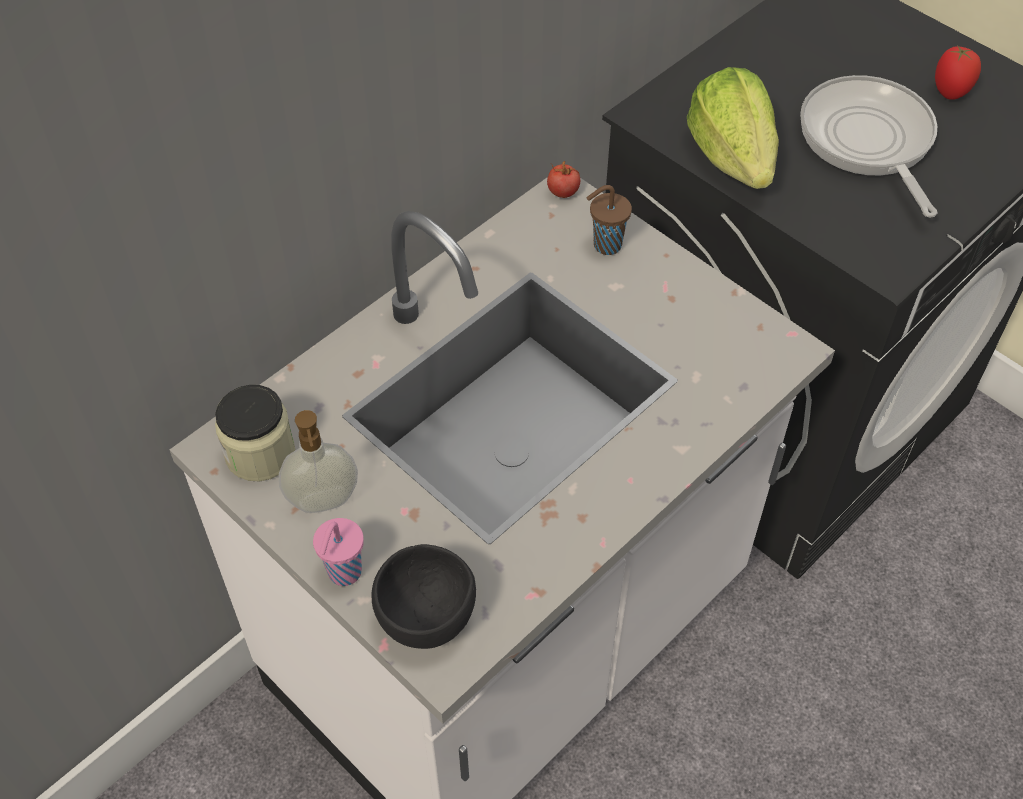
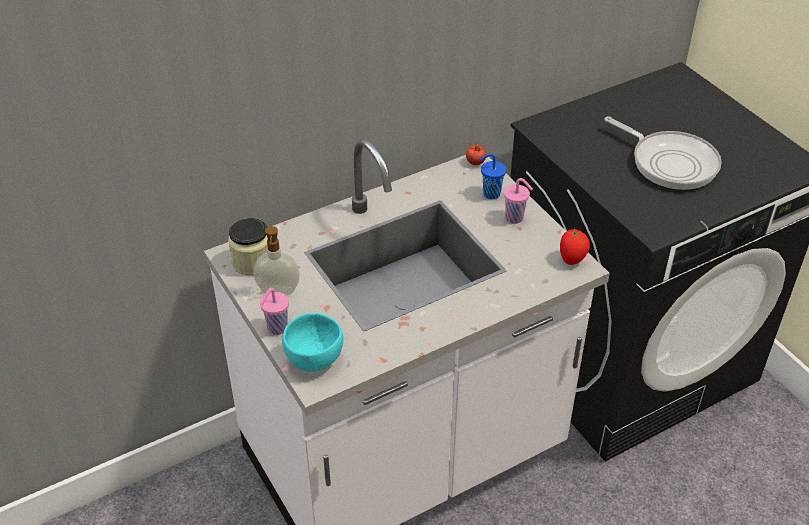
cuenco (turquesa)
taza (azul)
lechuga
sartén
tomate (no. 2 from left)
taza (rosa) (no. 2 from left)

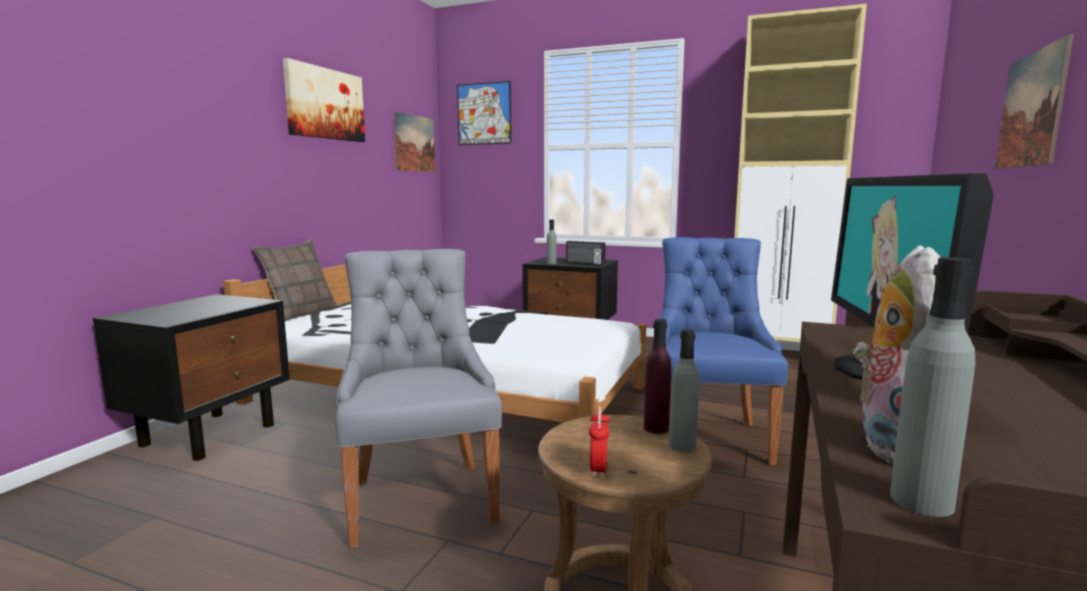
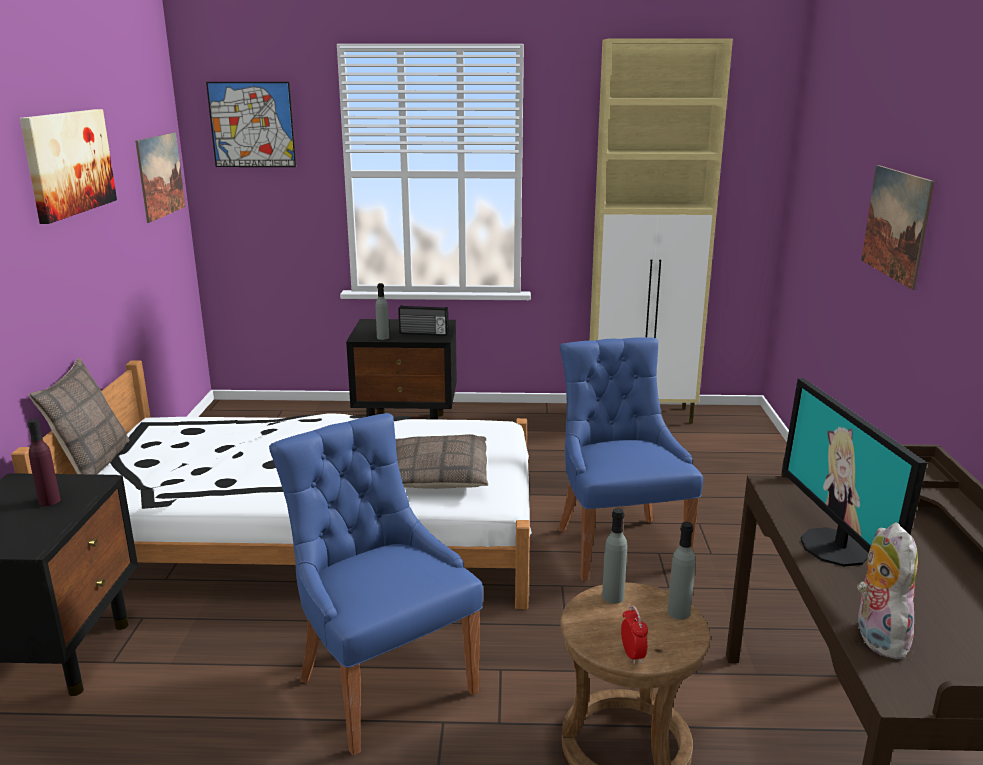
silla (azul) (no. 1 from left)
botella (morado)
botella (gris) (no. 2 from left)
cojín (no. 2 from left)

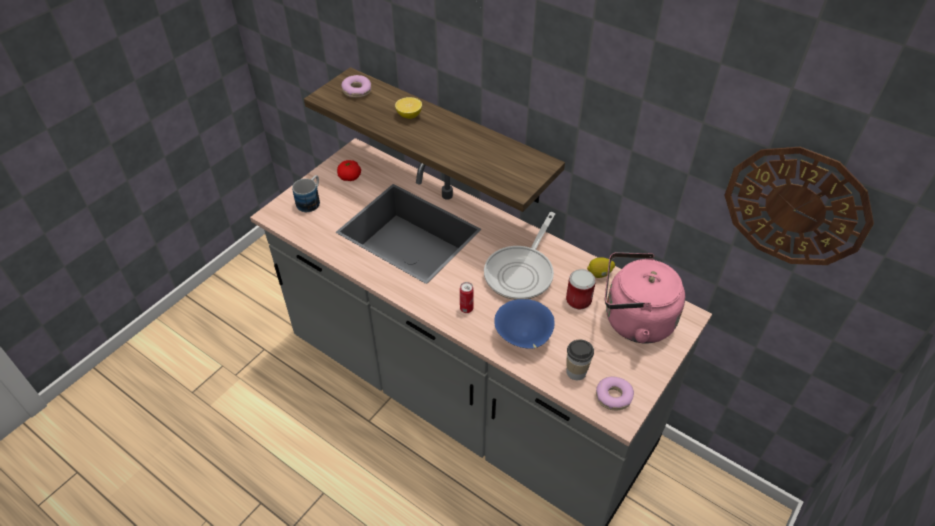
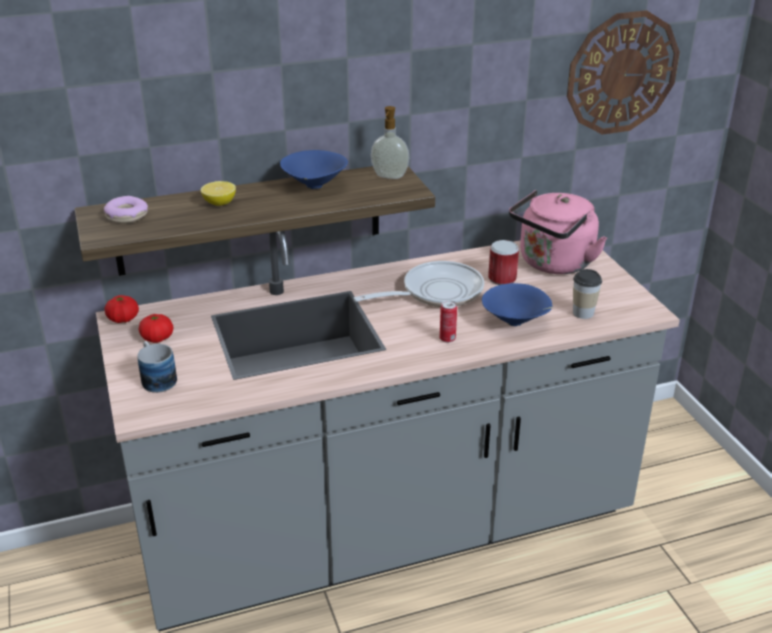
sartén
limón (no. 2 from left in the first image)
rosquilla (no. 2 from left in the first image)
tomate (no. 1 from left)
cuenco (azul) (no. 1 from left)
dispensador de jabón

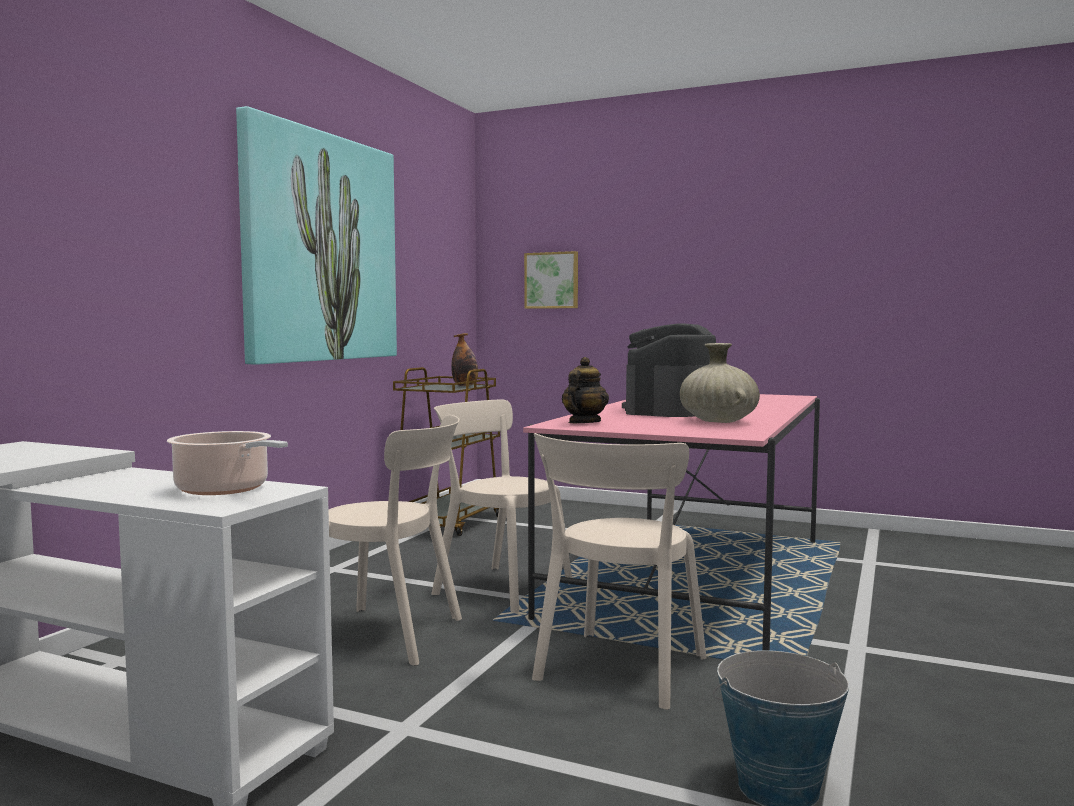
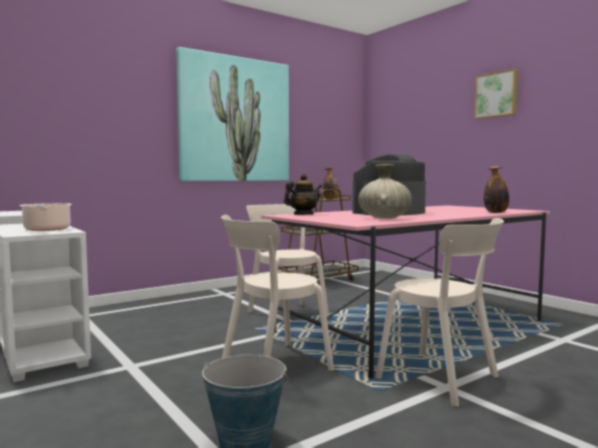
silla (beis) (no. 3 from left)
cuadro (no. 2 from left)
botella (no. 2 from left)

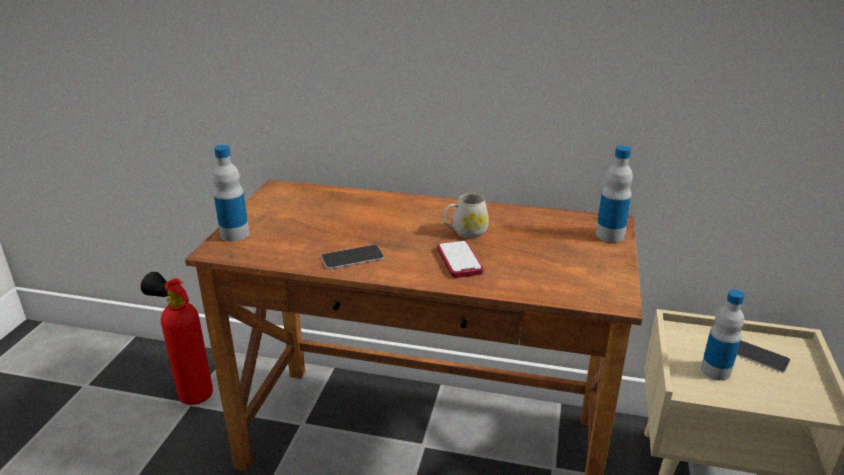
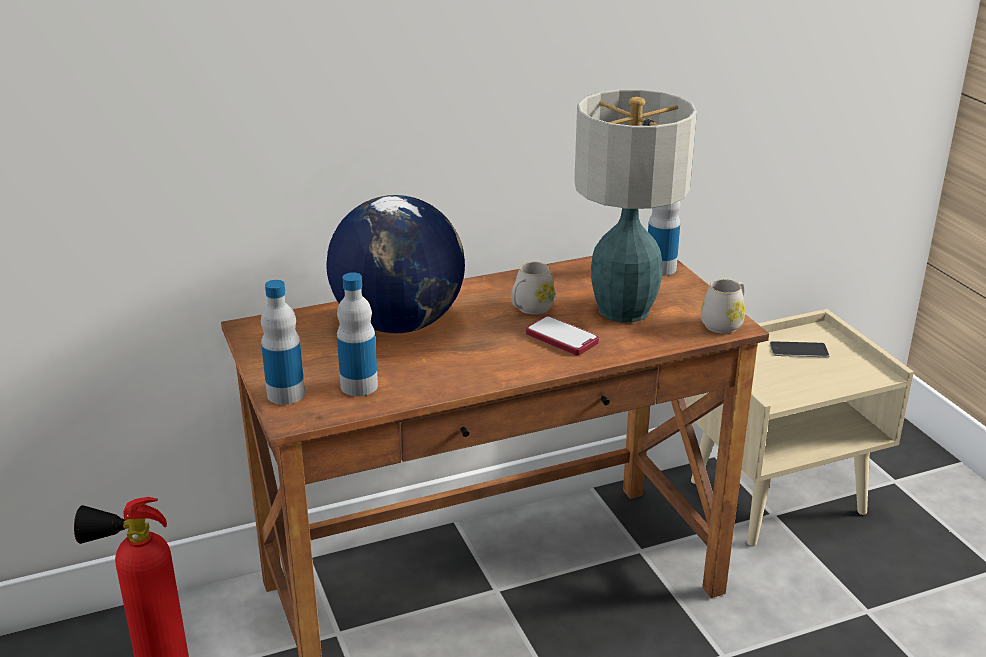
móvil (no. 1 from left in the first image)
botella (no. 2 from left)
globo terráqueo
lámpara de mesa
taza grande (blanco) (no. 2 from left)

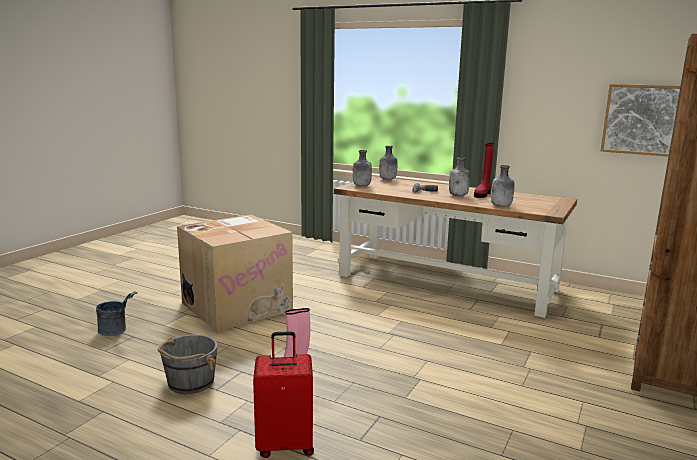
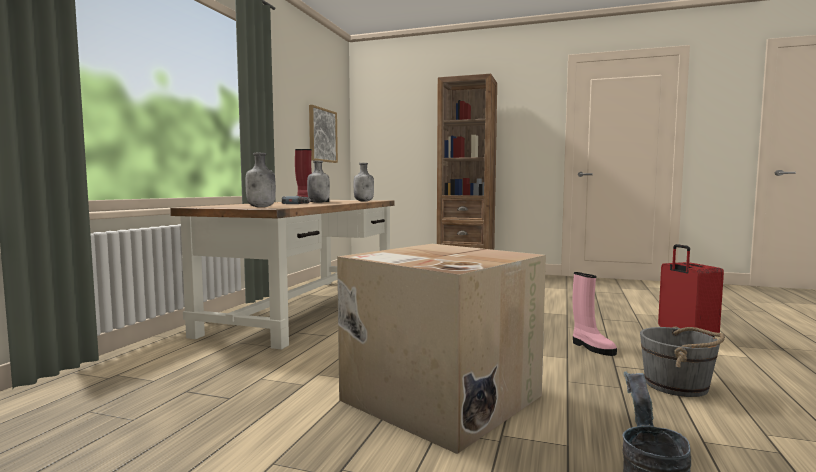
botella (gris) (no. 2 from left in the first image)

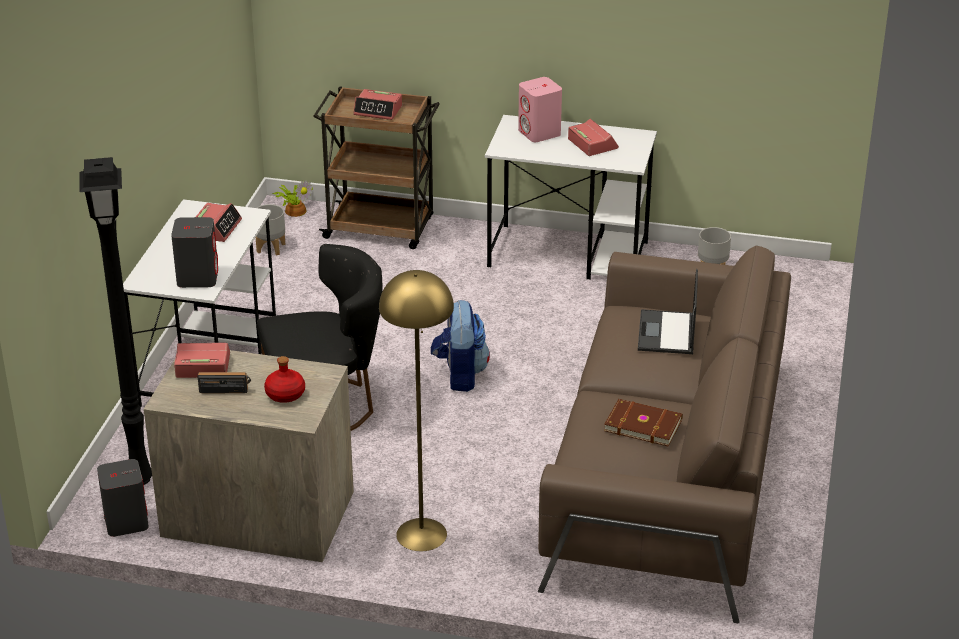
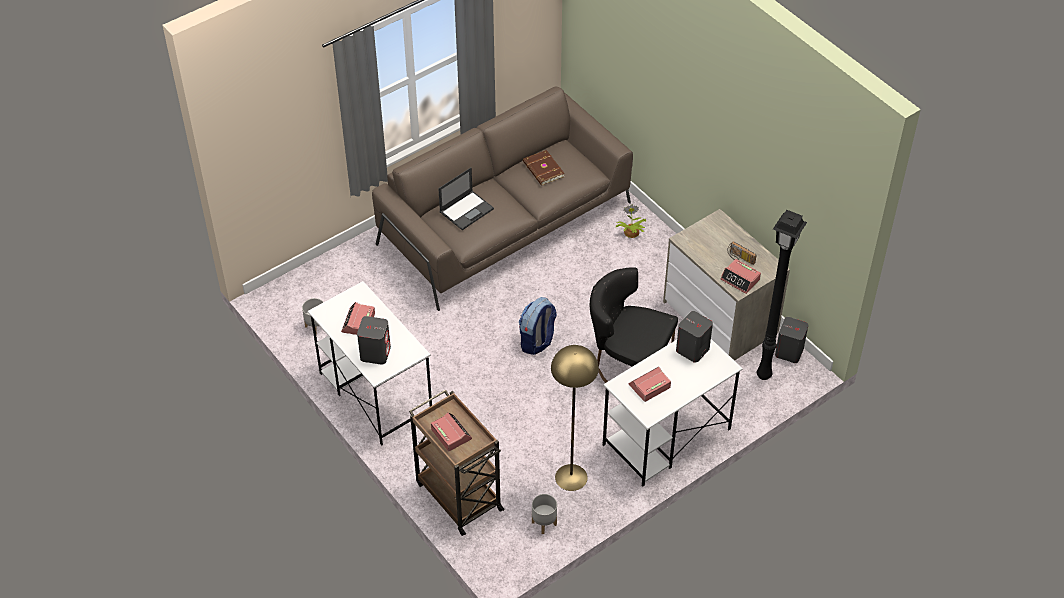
botella (rojo)
planta en maceta
lámpara de pie (amarillo)
altavoz (gris) (no. 1 from left)

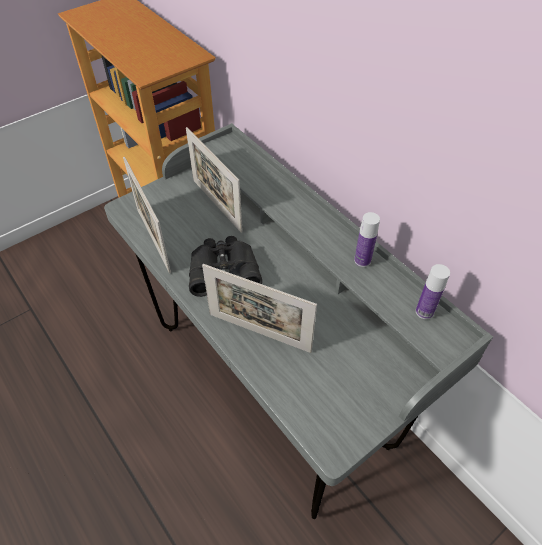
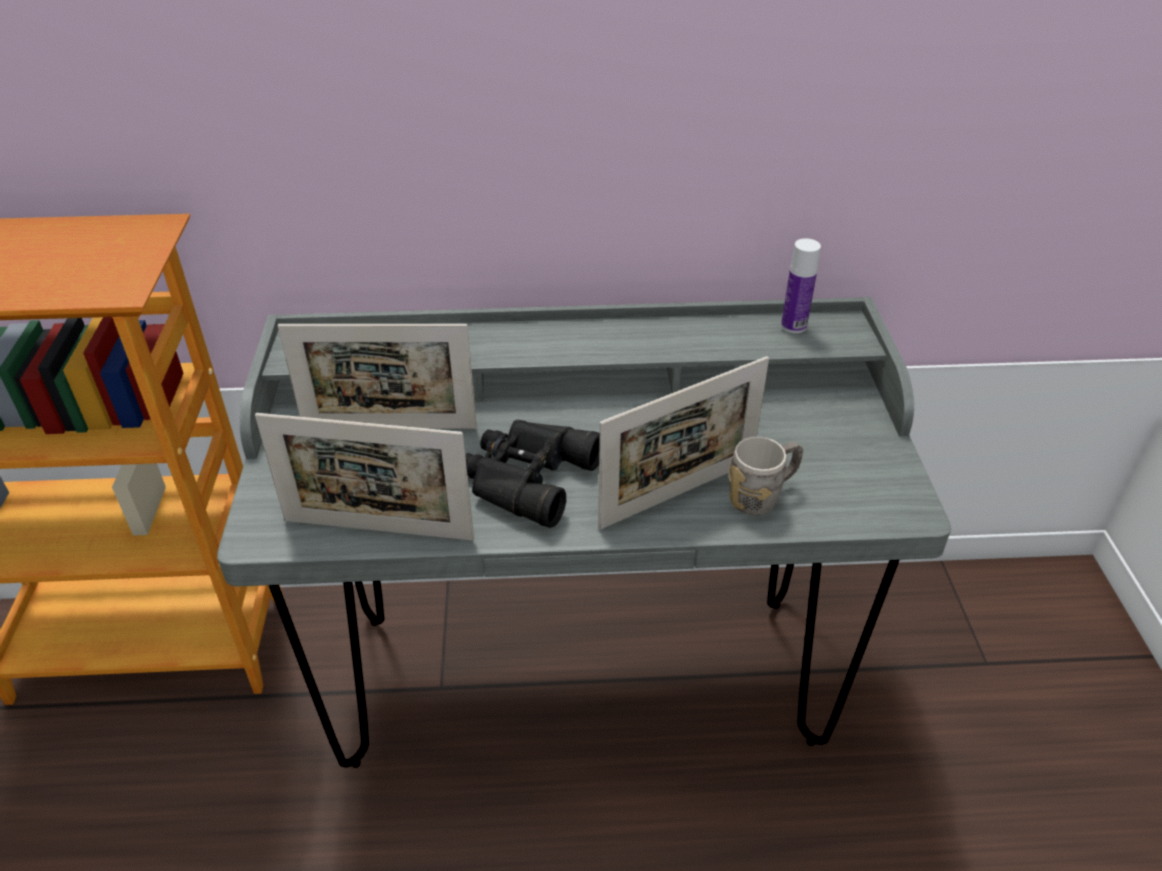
botella (no. 1 from left in the first image)
taza grande (gris)

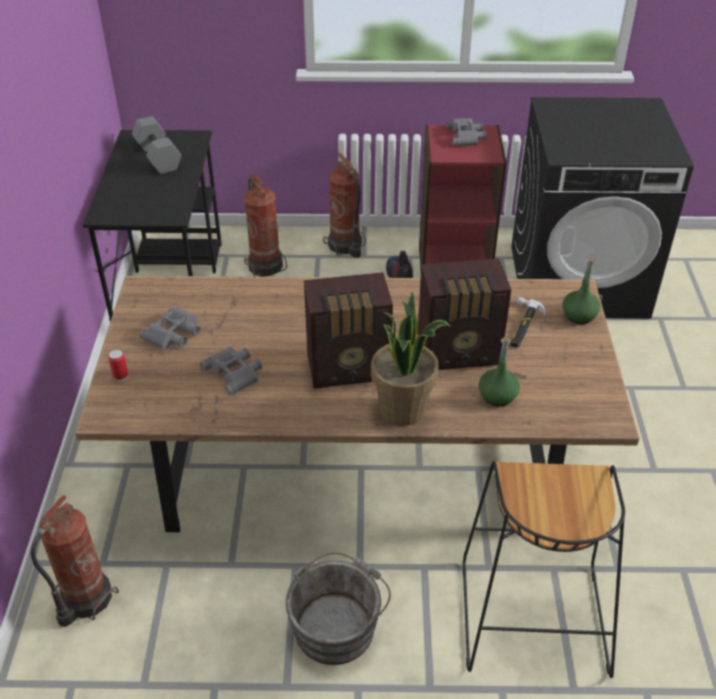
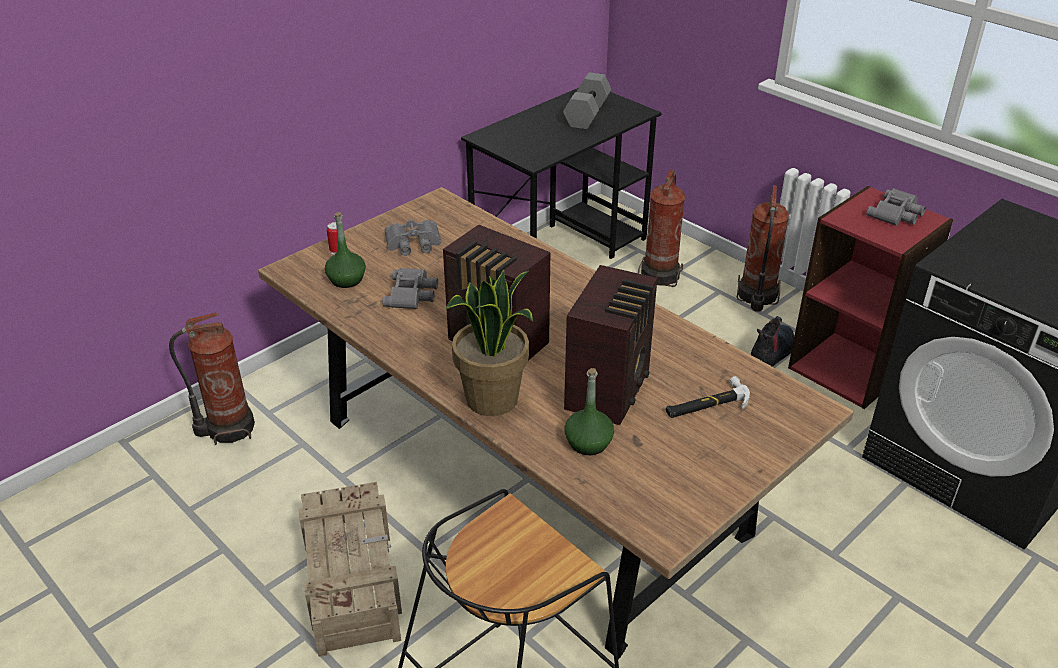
caja de embalaje
radio (no. 2 from left)
botella (verde) (no. 1 from left)

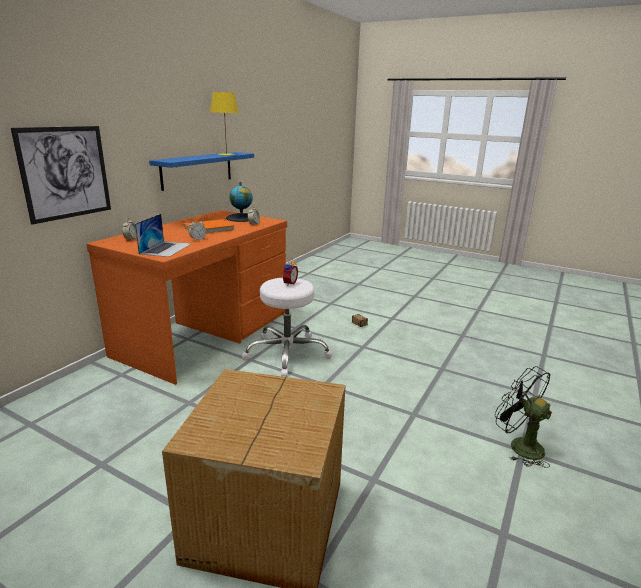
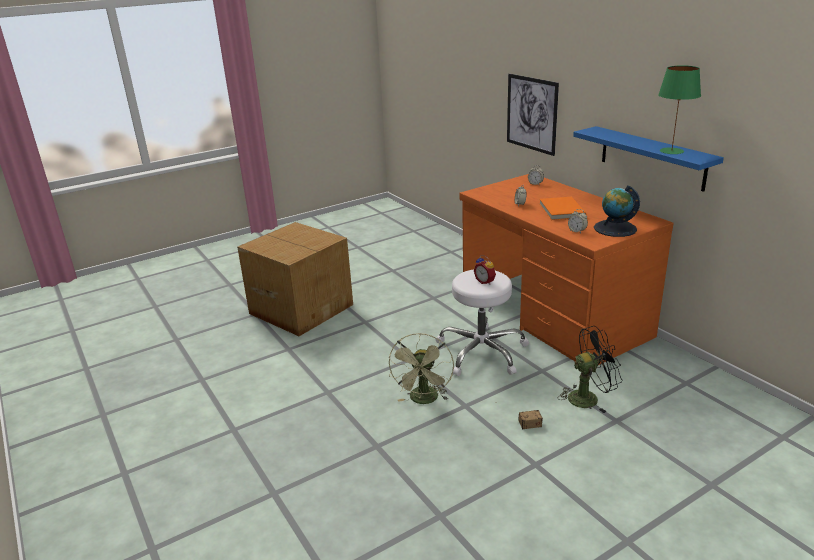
portátil
lámpara de mesa (verde)
ventilador (negro)
ventilador (verde)

